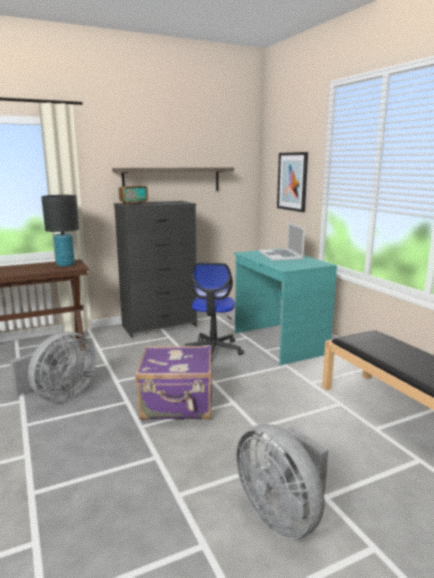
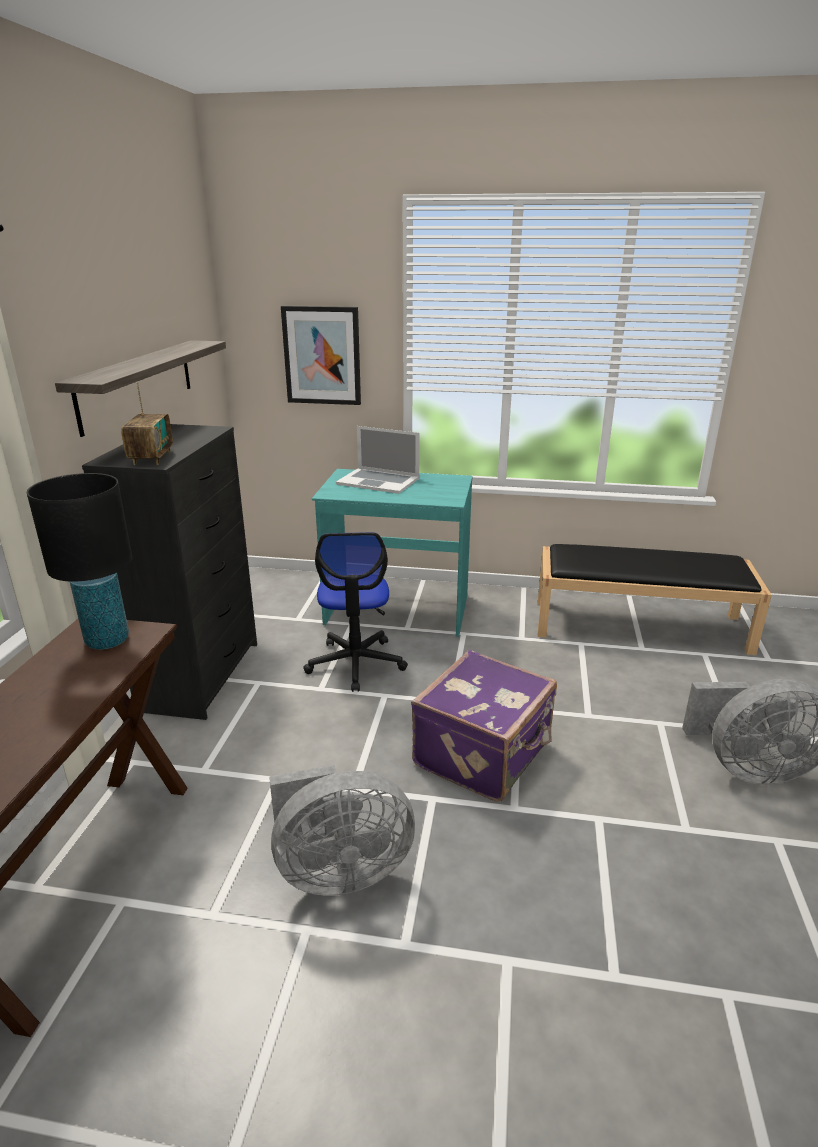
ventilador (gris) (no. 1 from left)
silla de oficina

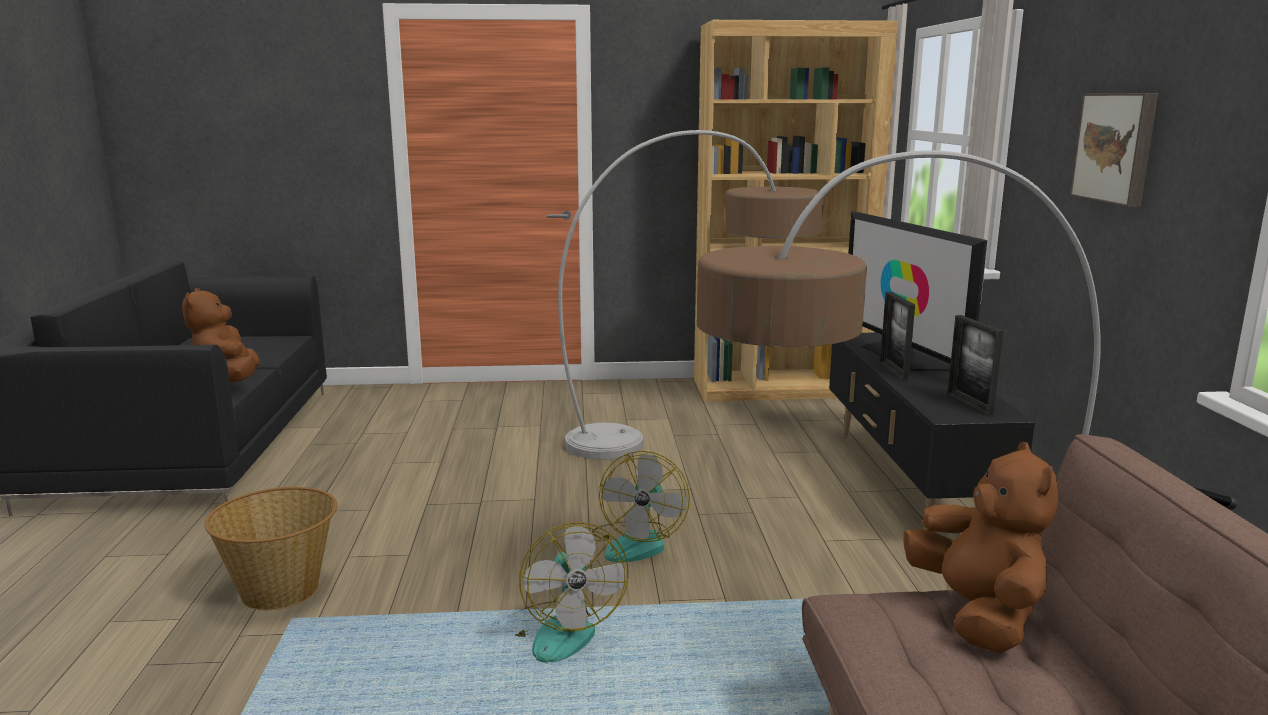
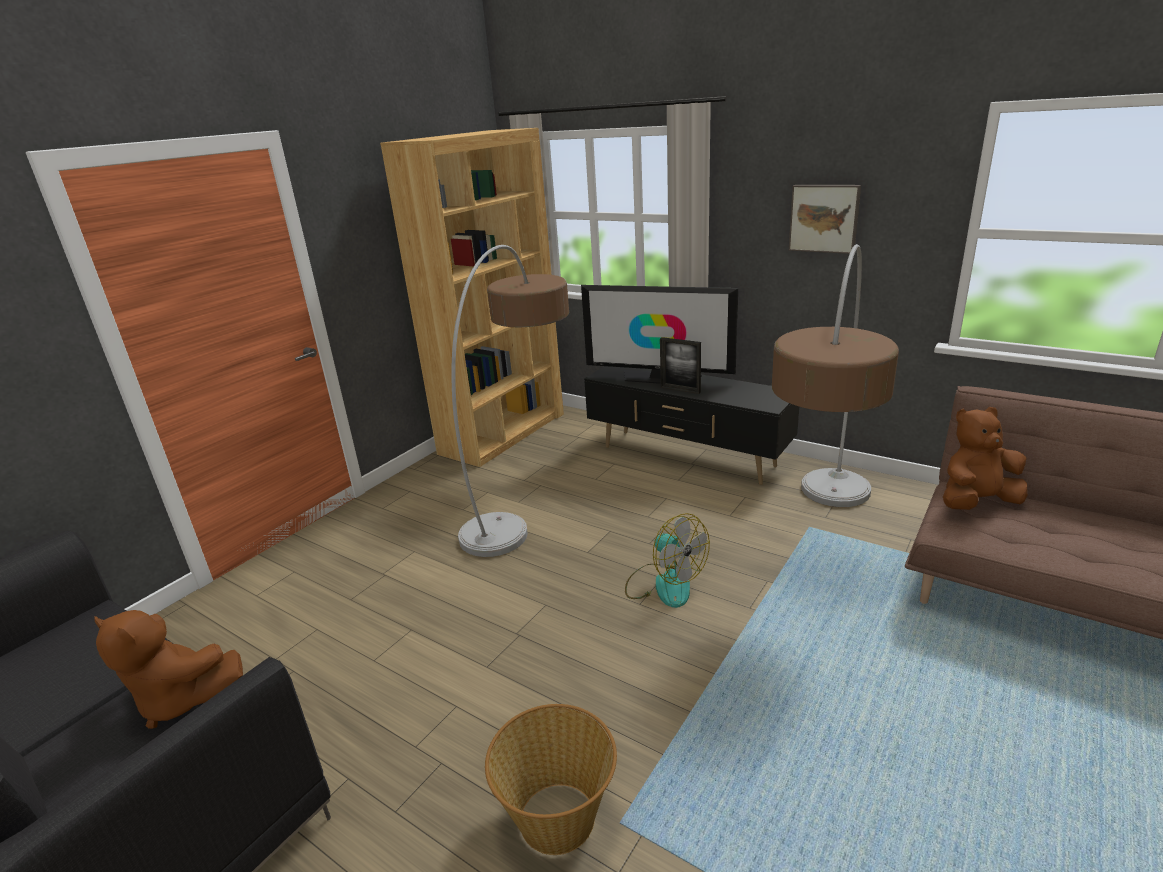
ventilador (no. 1 from left in the first image)
peluche (marrón) (no. 2 from left)
portarretratos (no. 2 from left in the first image)

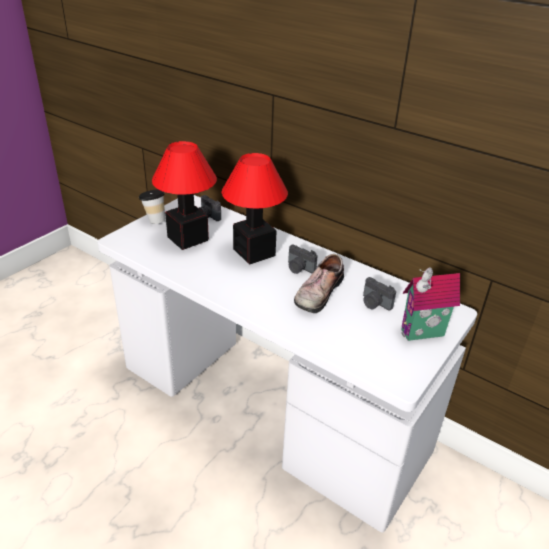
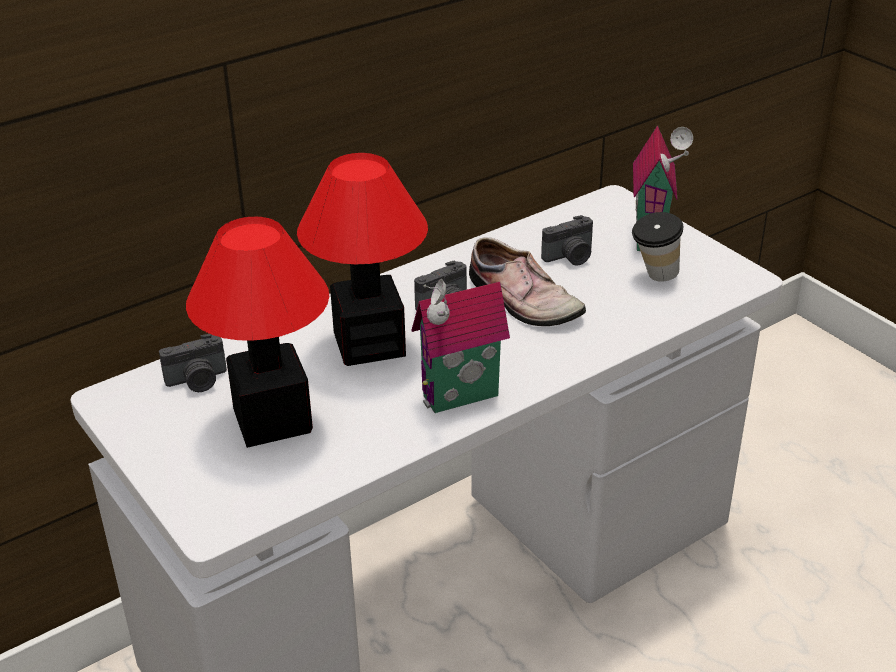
taza
casita (no. 1 from left)

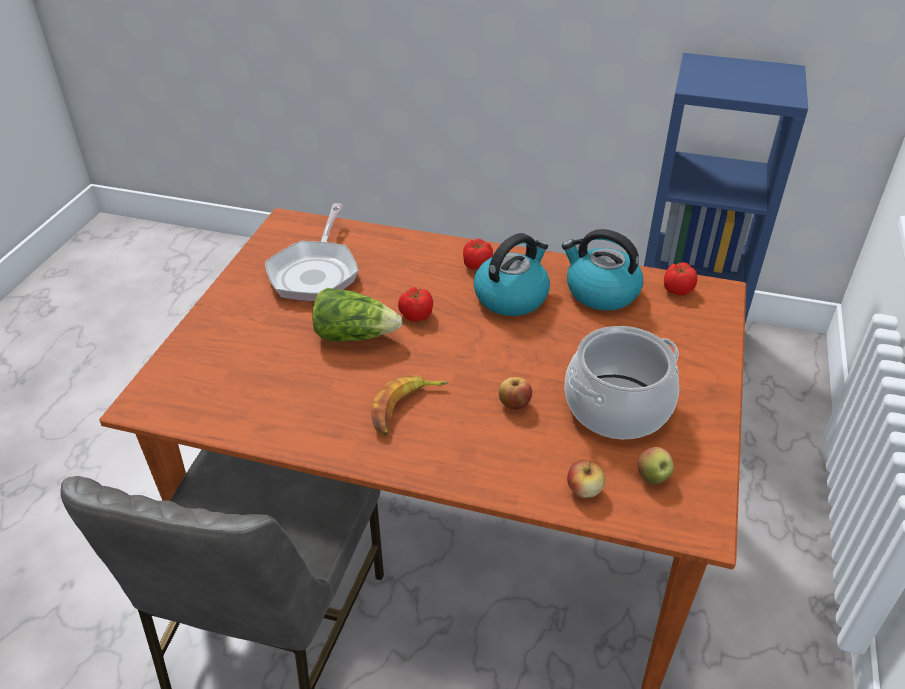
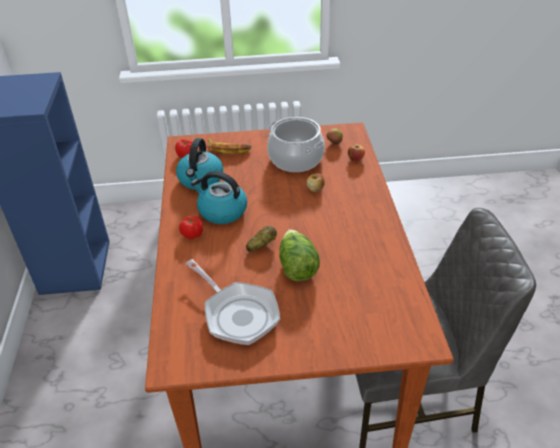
sartén
plátano
patata

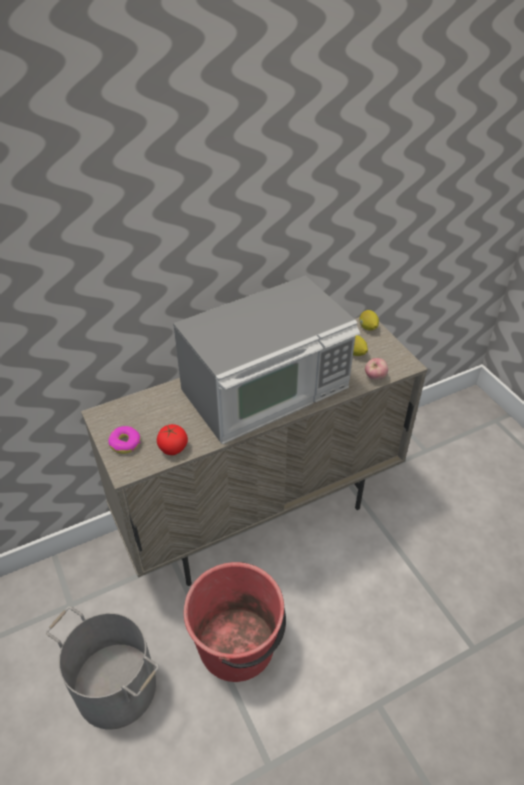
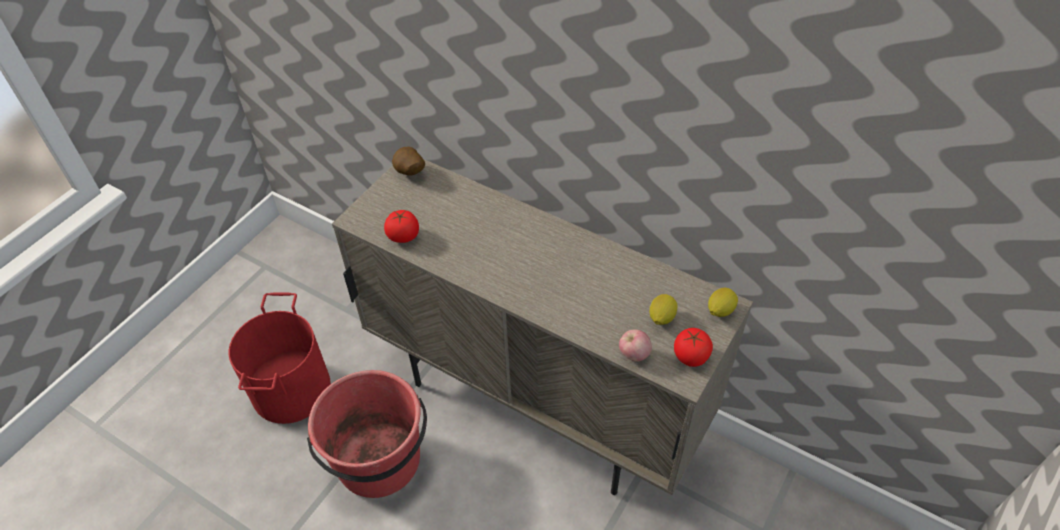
cubo (rojo) (no. 1 from left)
rosquilla
microondas
patata
tomate (no. 2 from left)

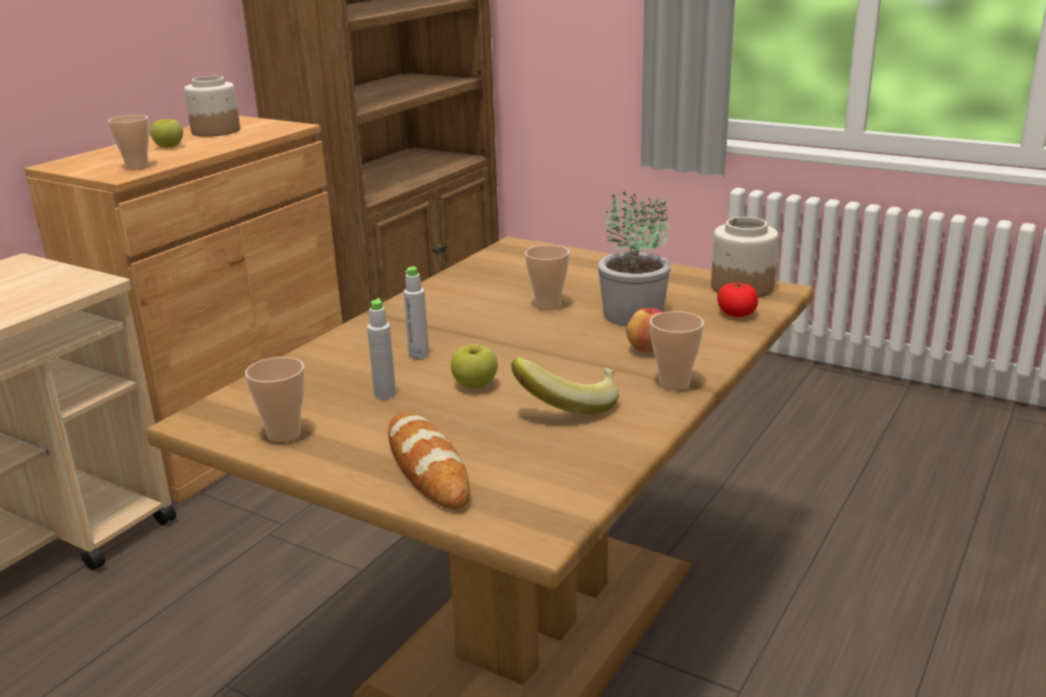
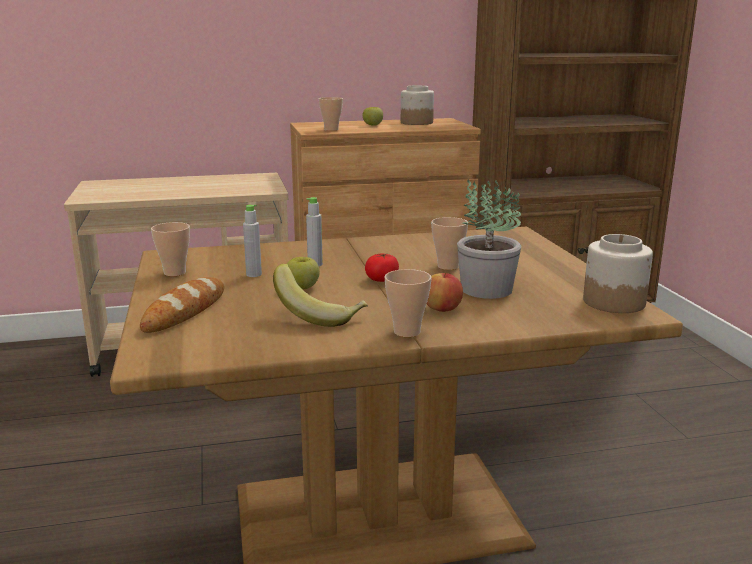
tomate

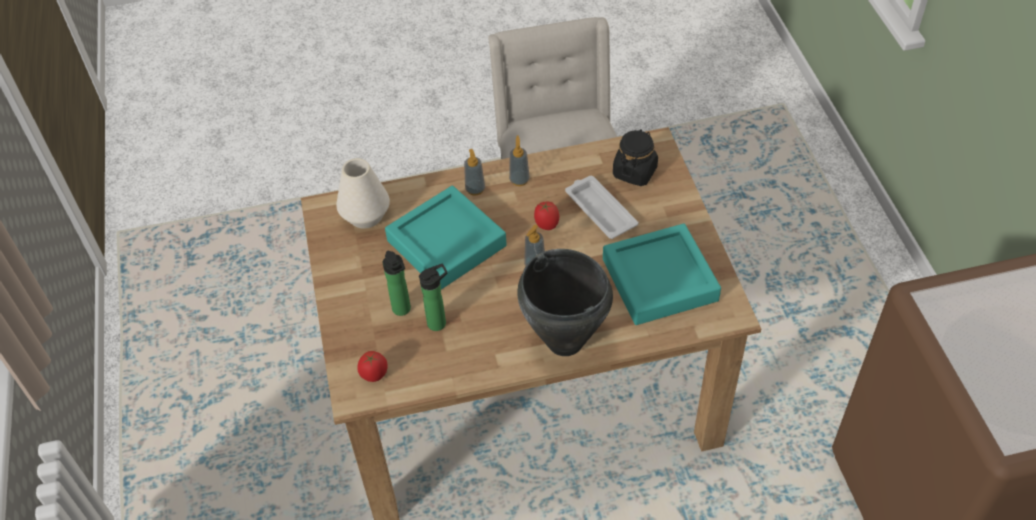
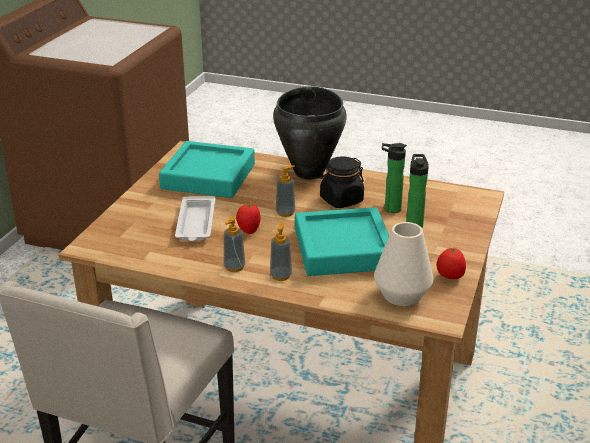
tomate (no. 2 from left)
tarro (negro)

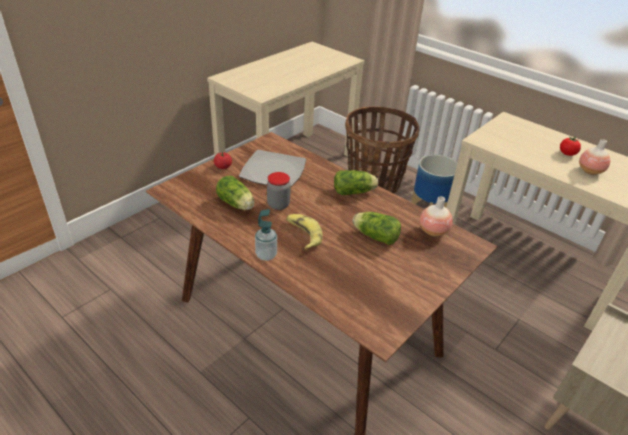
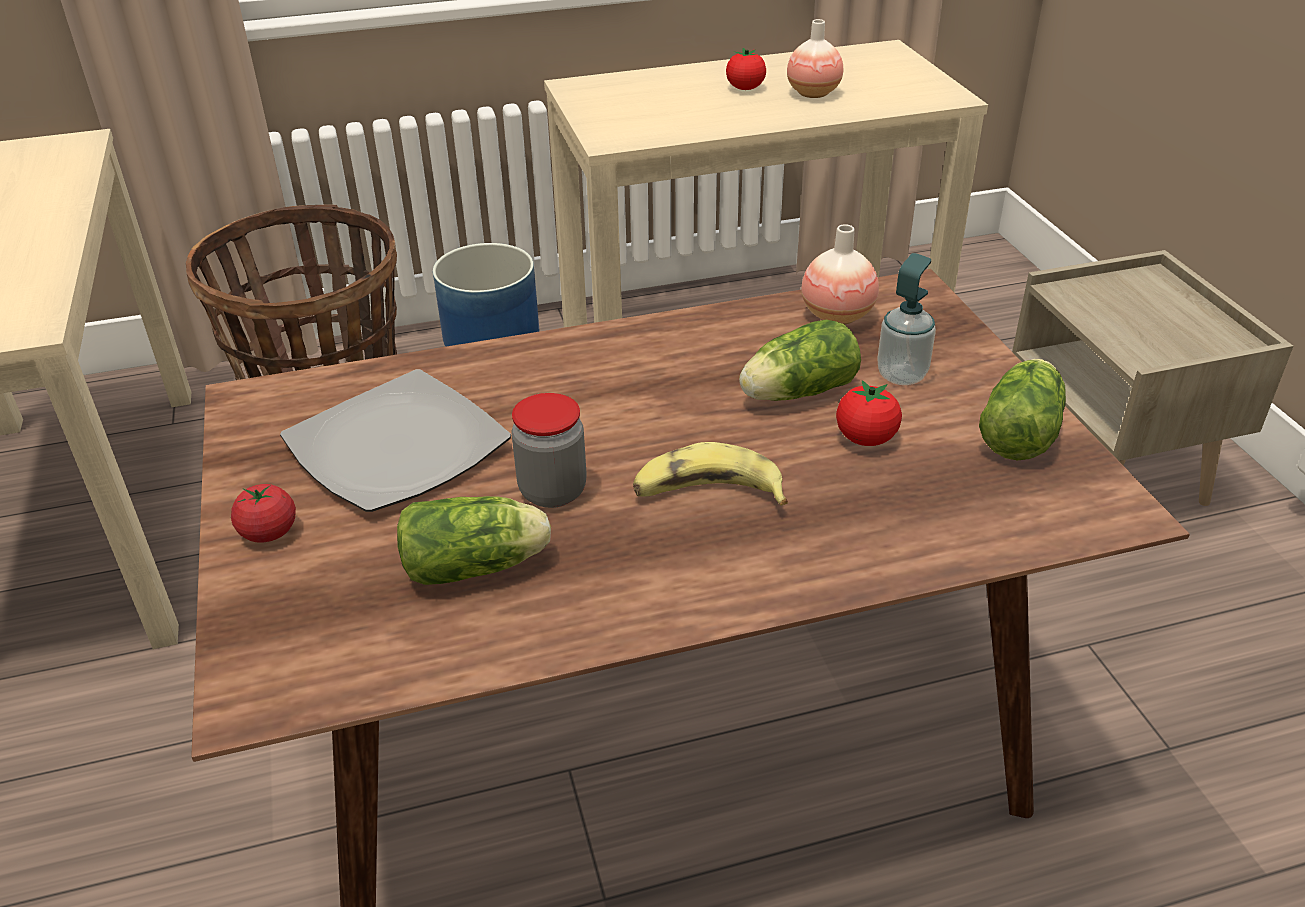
dispensador de jabón
lechuga (no. 3 from left)
tomate (no. 3 from left)

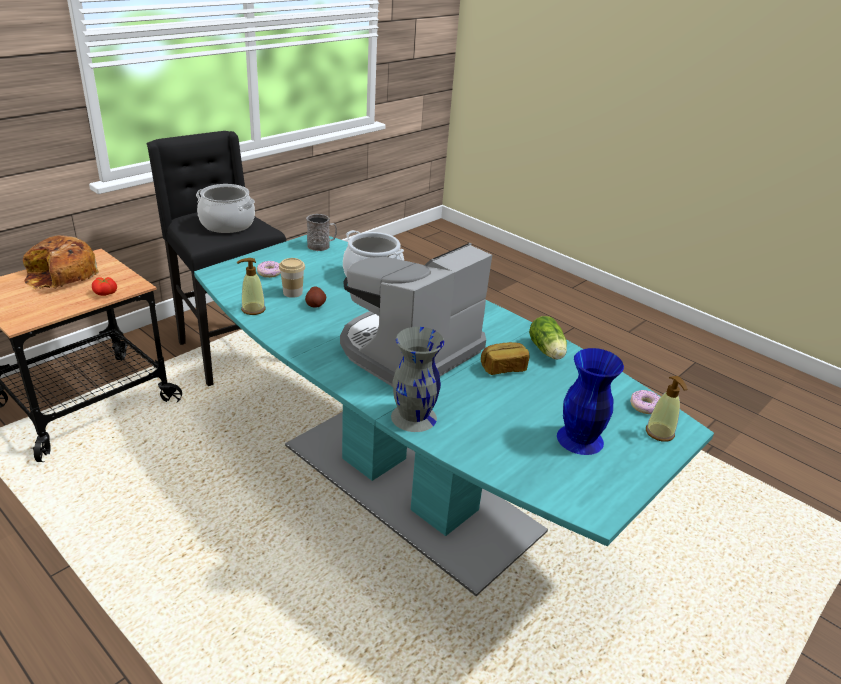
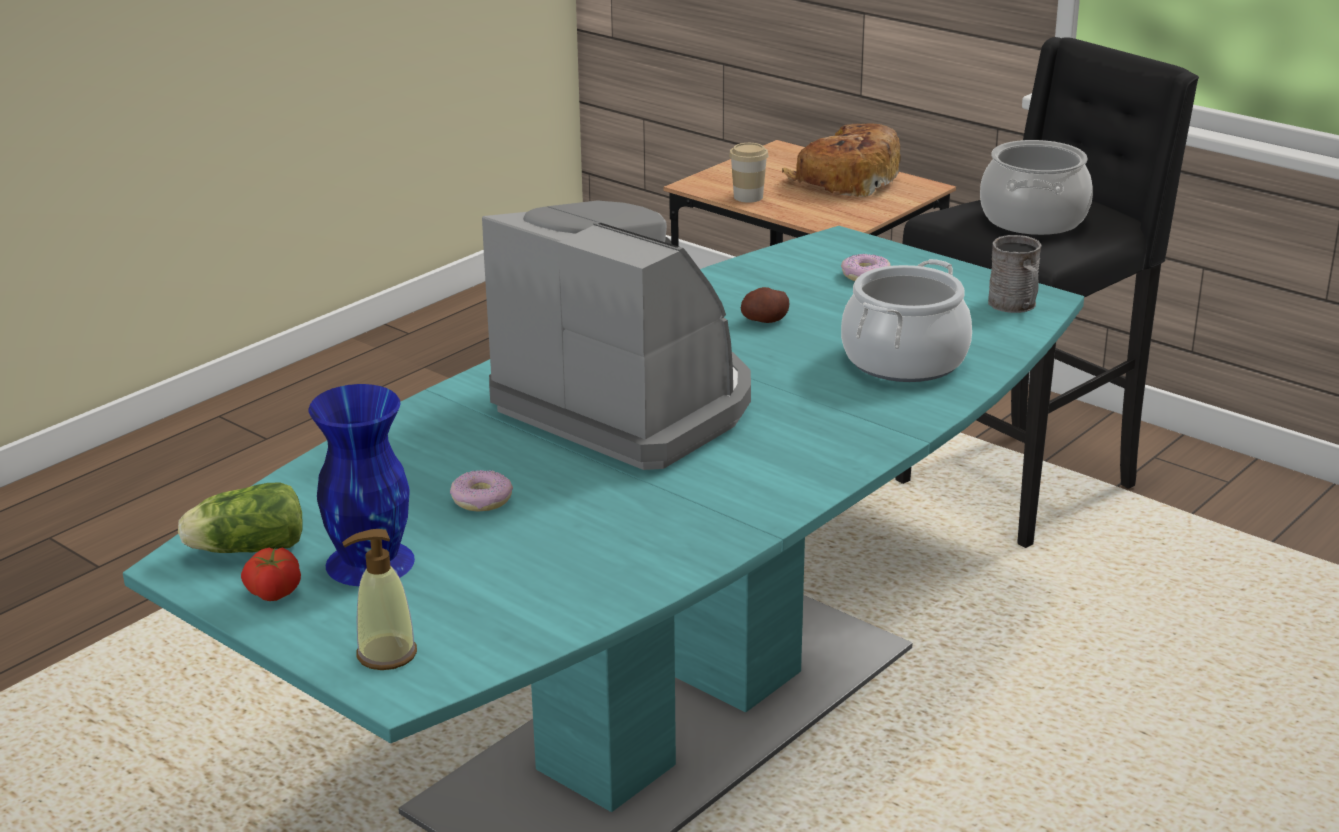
tomate
dispensador de jabón (no. 1 from left in the first image)
taza
florero (gris)
pan (no. 2 from left in the first image)
lechuga
rosquilla (no. 1 from left)

